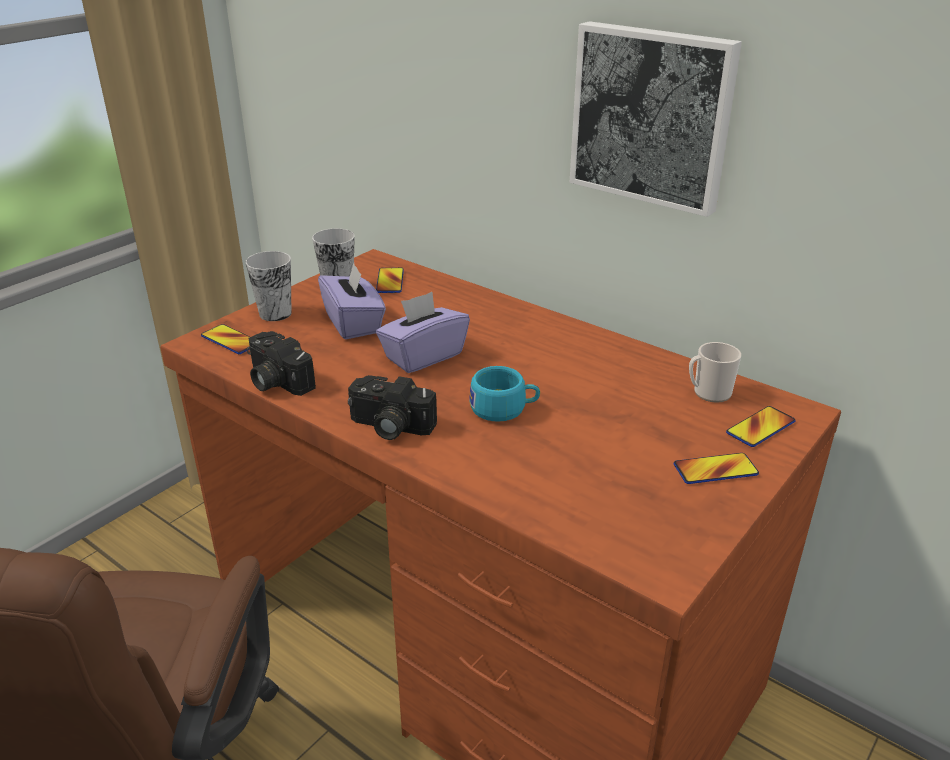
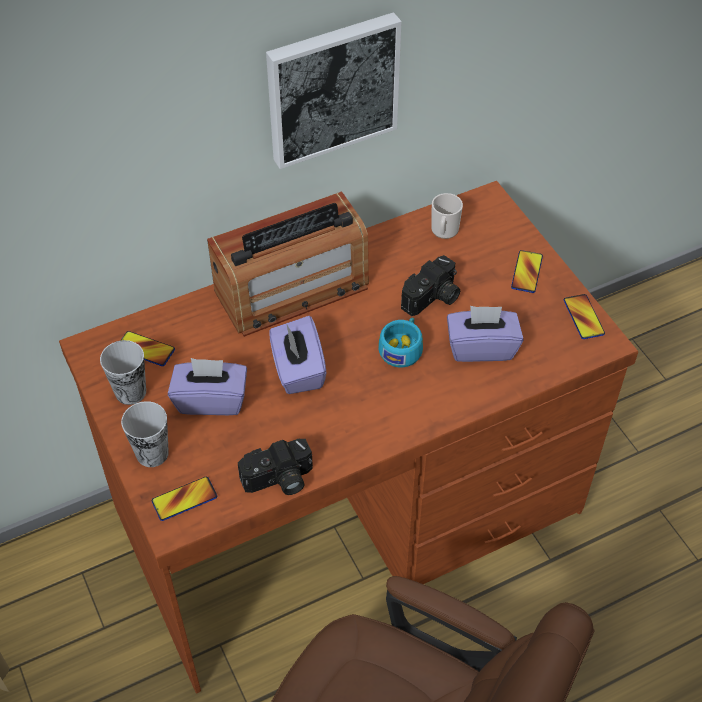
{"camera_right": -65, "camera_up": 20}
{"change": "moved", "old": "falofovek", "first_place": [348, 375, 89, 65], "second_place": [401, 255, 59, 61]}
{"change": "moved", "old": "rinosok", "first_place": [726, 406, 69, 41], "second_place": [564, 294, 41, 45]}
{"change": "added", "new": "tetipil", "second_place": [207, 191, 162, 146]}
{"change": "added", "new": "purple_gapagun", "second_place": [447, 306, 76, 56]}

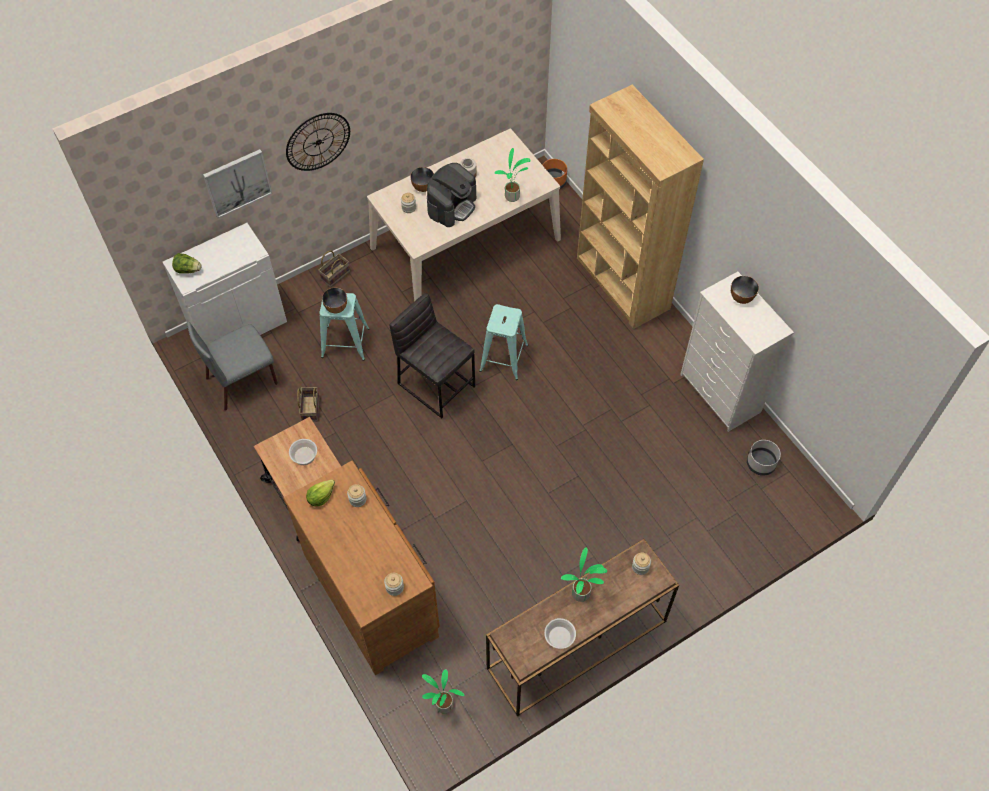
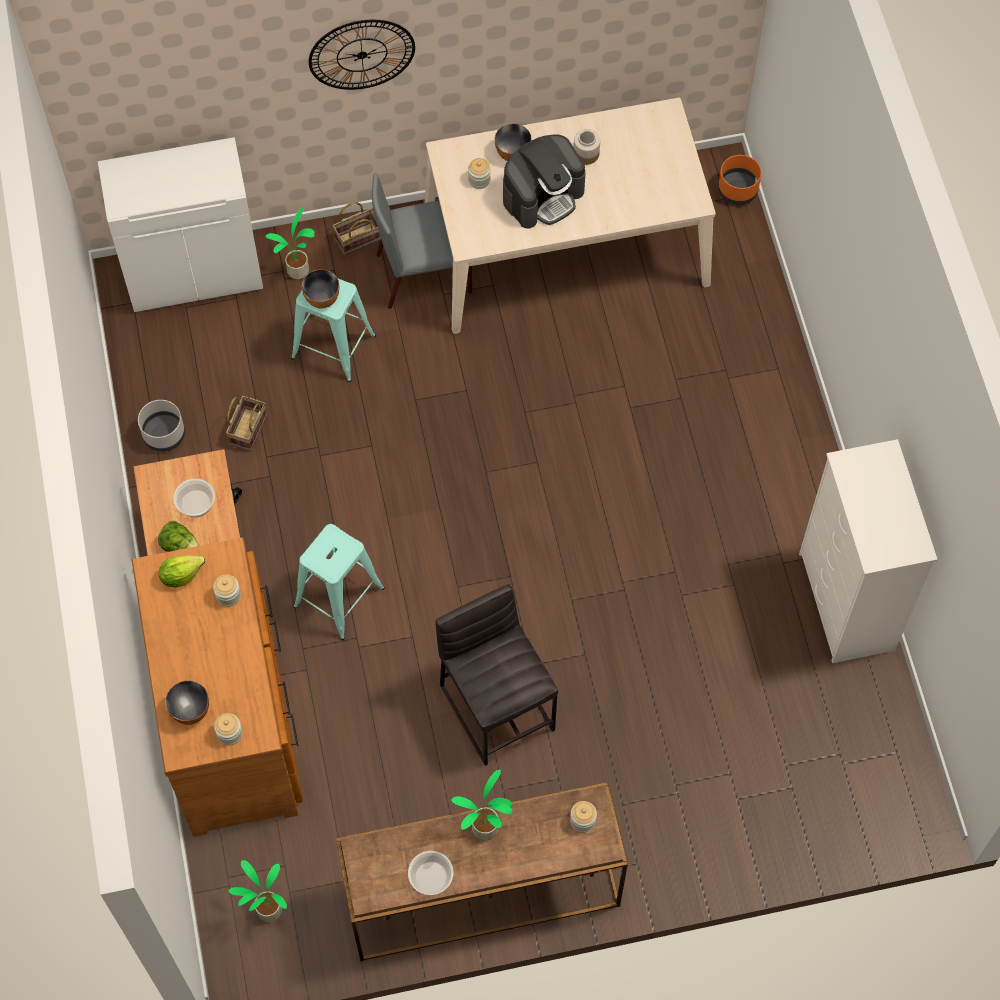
{"camera_right": 20, "camera_up": 5}
{"change": "moved", "old": "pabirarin", "first_place": [172, 253, 29, 21], "second_place": [158, 521, 41, 31]}
{"change": "moved", "old": "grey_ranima", "first_place": [187, 322, 91, 88], "second_place": [372, 173, 100, 136]}
{"change": "removed", "old": "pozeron", "first_place": [203, 149, 69, 69]}
{"change": "moved", "old": "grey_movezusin", "first_place": [389, 293, 86, 125], "second_place": [435, 584, 123, 182]}
{"change": "moved", "old": "turquoise_movezusin", "first_place": [479, 304, 49, 76], "second_place": [293, 524, 91, 116]}
{"change": "moved", "old": "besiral", "first_place": [494, 148, 36, 54], "second_place": [266, 208, 49, 71]}
{"change": "removed", "old": "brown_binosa", "first_place": [577, 85, 127, 244]}
{"change": "moved", "old": "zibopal", "first_place": [731, 276, 28, 28], "second_place": [165, 680, 44, 45]}
{"change": "moved", "old": "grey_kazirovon", "first_place": [747, 440, 34, 36], "second_place": [138, 400, 47, 52]}

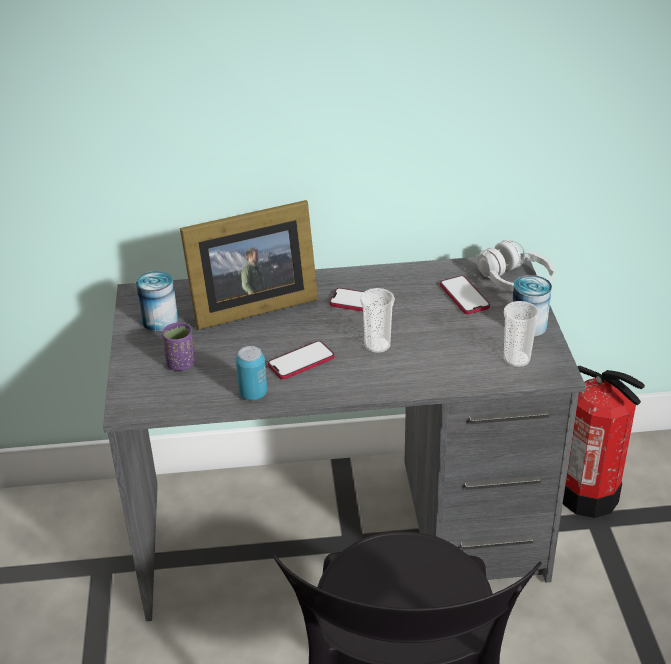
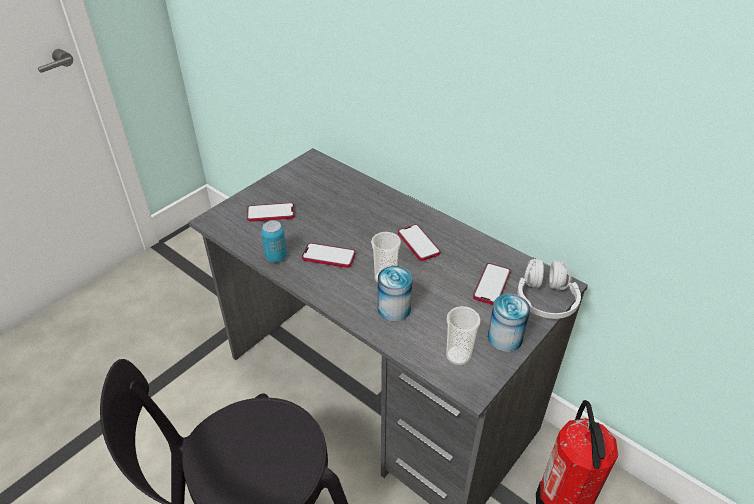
{"camera_right": 45, "camera_up": 5}
{"change": "moved", "old": "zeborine", "first_place": [136, 271, 42, 60], "second_place": [378, 266, 34, 56]}
{"change": "replaced", "old": "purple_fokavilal", "new": "rinosok", "first_place": [162, 322, 33, 49], "second_place": [247, 203, 48, 19]}
{"change": "removed", "old": "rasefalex", "first_place": [180, 200, 138, 130]}

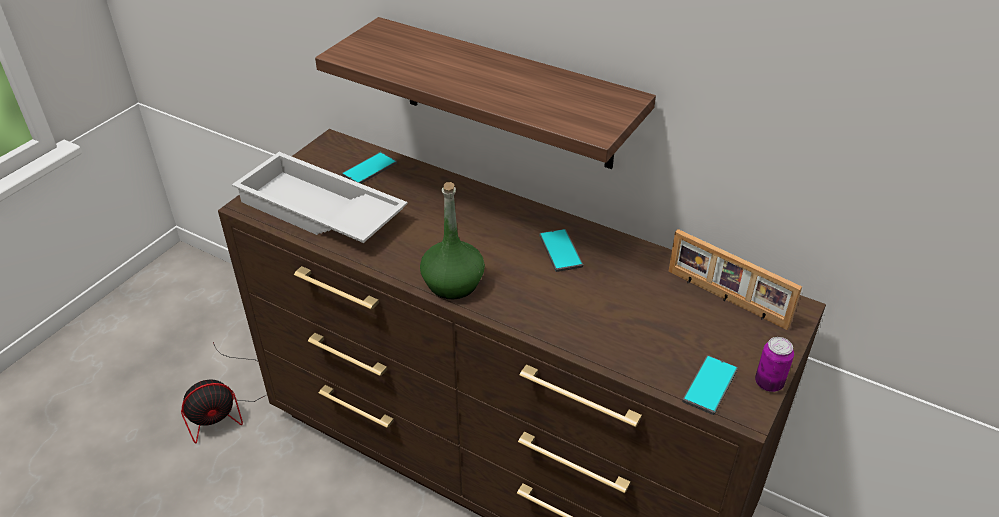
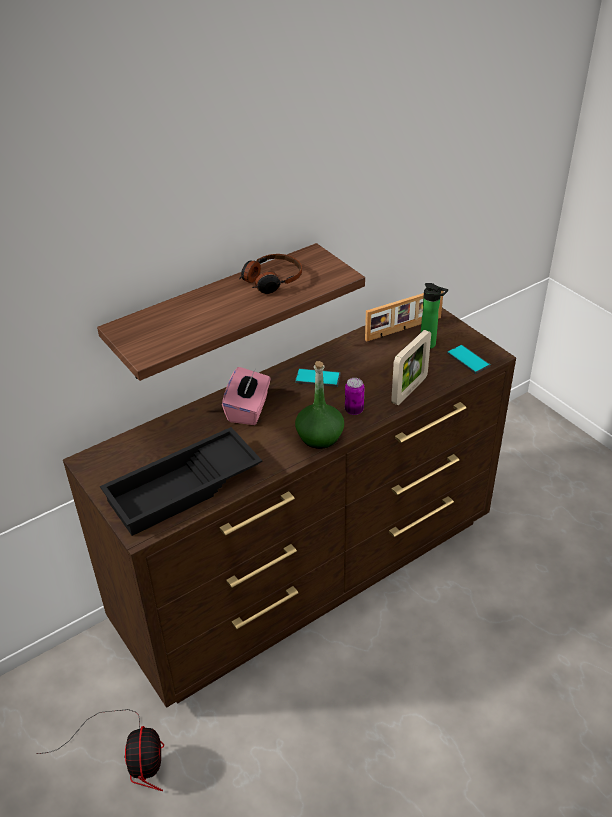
{"camera_right": -65, "camera_up": 0}
{"change": "recoloured", "old": "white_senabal", "new": "black_senabal", "first_place": [232, 152, 176, 91], "second_place": [100, 427, 162, 109]}
{"change": "removed", "old": "rinosok", "first_place": [342, 152, 55, 32]}
{"change": "moved", "old": "zeborine", "first_place": [755, 337, 39, 55], "second_place": [345, 378, 19, 37]}
{"change": "added", "new": "pink_gapagun", "second_place": [222, 367, 49, 58]}
{"change": "added", "new": "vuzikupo", "second_place": [239, 254, 63, 40]}
{"change": "added", "new": "rasefalex", "second_place": [391, 330, 40, 75]}
{"change": "added", "new": "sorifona", "second_place": [421, 283, 27, 66]}

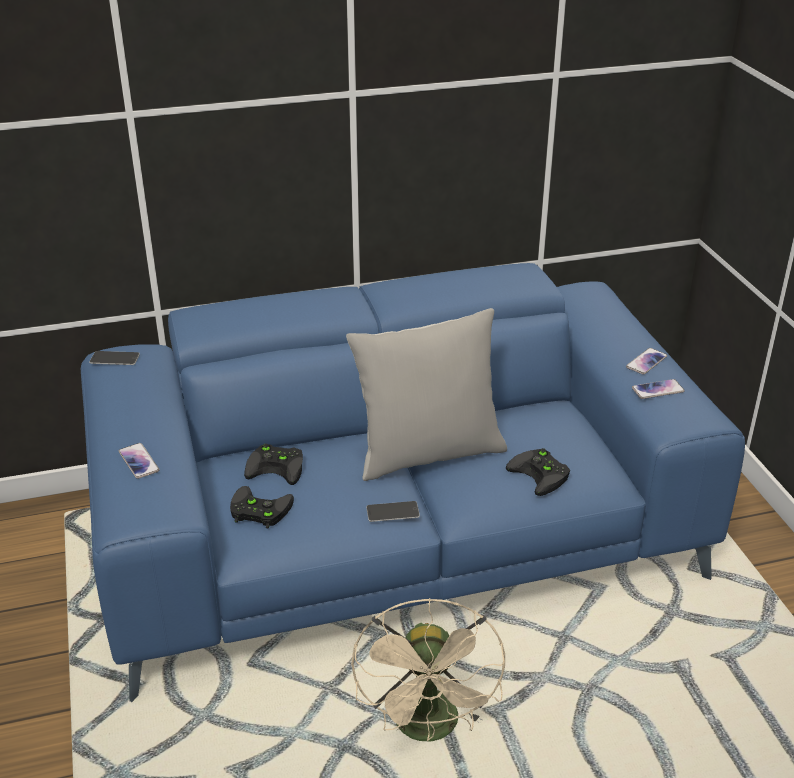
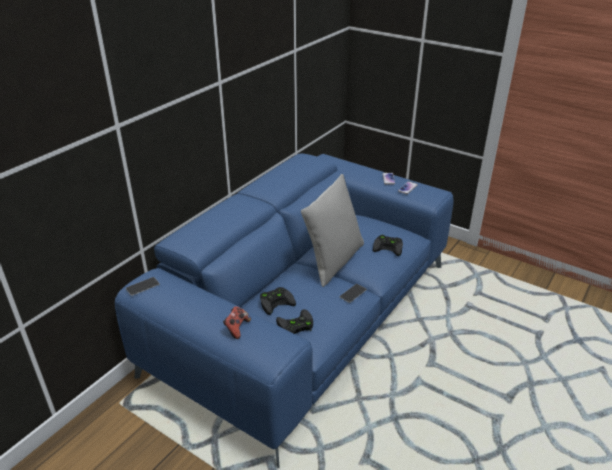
{"camera_right": -40, "camera_up": 0}
{"change": "replaced", "old": "rinosok", "new": "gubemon", "first_place": [119, 443, 41, 36], "second_place": [223, 306, 28, 33]}
{"change": "removed", "old": "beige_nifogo", "first_place": [351, 598, 154, 144]}

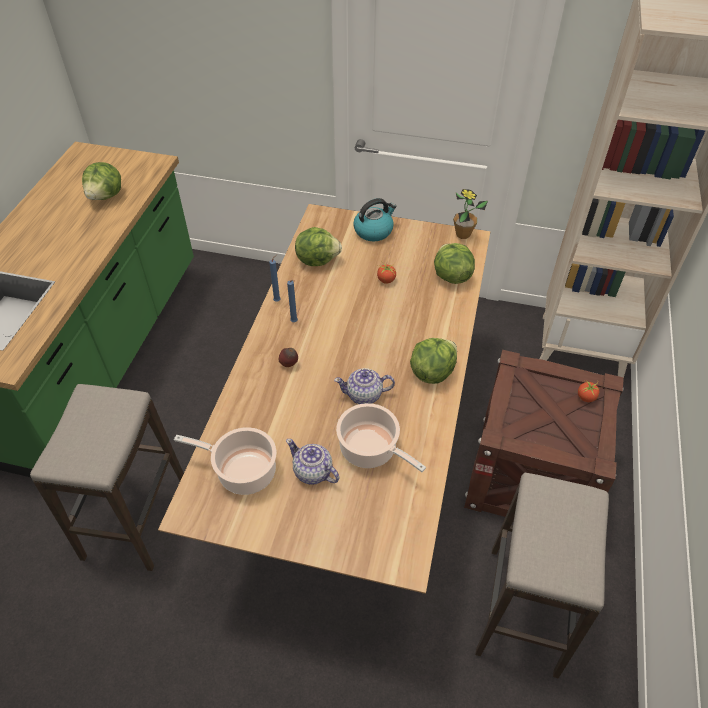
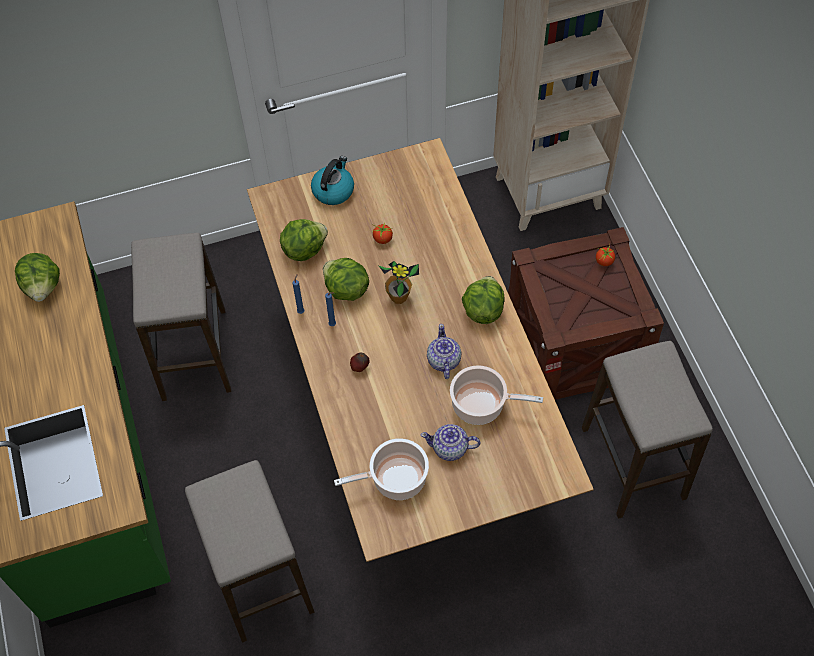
{"camera_right": -30, "camera_up": 10}
{"change": "turned", "old": "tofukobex", "first_place": [334, 368, 61, 36], "second_place": [427, 324, 34, 55], "degrees": 120}
{"change": "moved", "old": "pabirarin", "first_place": [434, 243, 41, 41], "second_place": [323, 258, 46, 43]}
{"change": "moved", "old": "besiral", "first_place": [453, 189, 35, 50], "second_place": [379, 261, 40, 43]}
{"change": "added", "new": "movezusin", "second_place": [131, 233, 100, 168]}

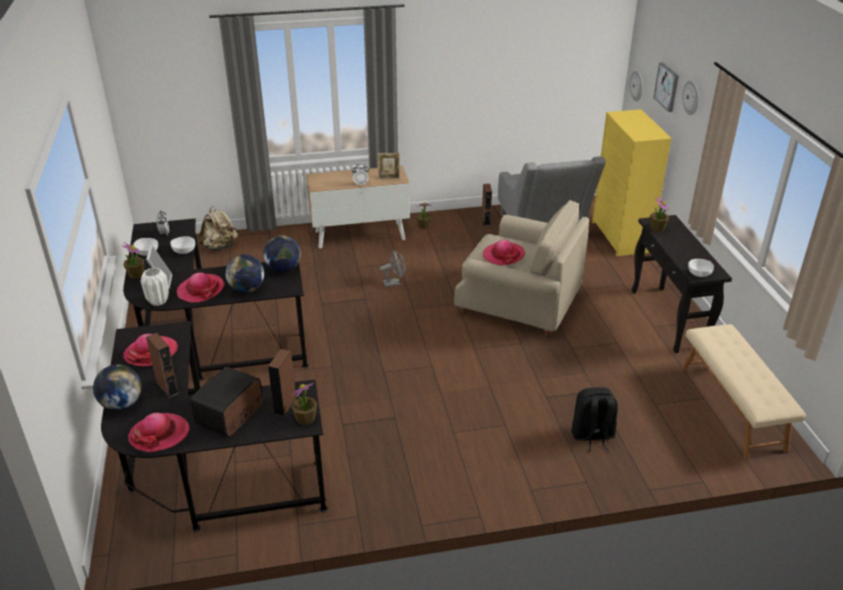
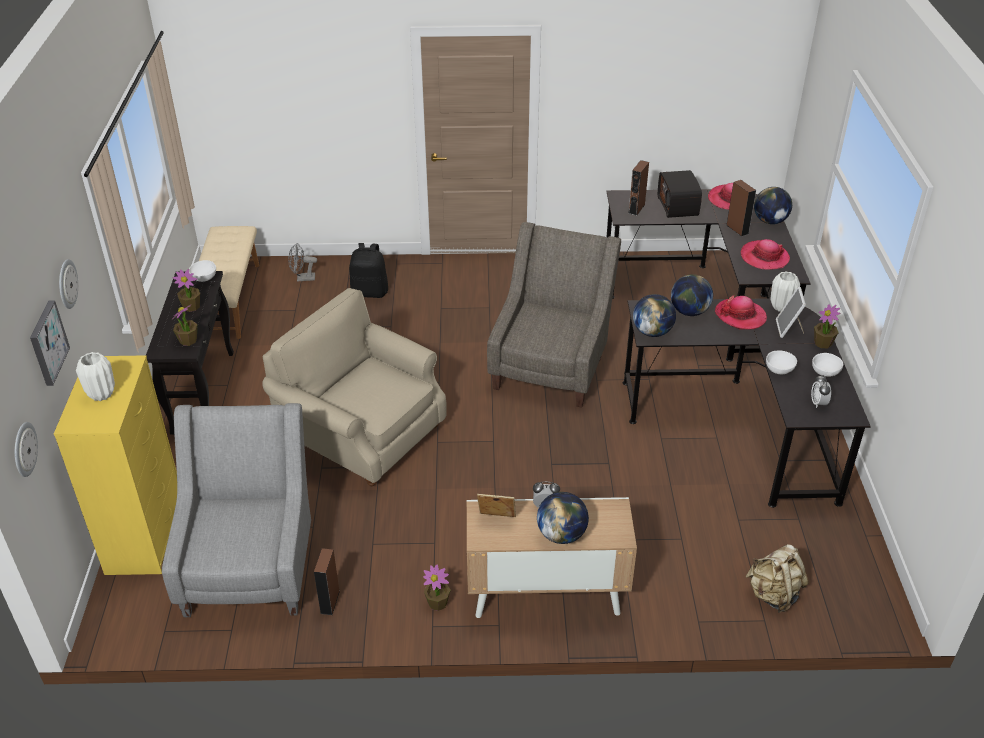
{"camera_right": -170, "camera_up": 5}
{"change": "turned", "old": "tetipil", "first_place": [191, 367, 71, 70], "second_place": [658, 170, 44, 48], "degrees": 135}
{"change": "moved", "old": "besiral", "first_place": [291, 382, 26, 43], "second_place": [173, 269, 27, 43]}
{"change": "moved", "old": "grey_nifogo", "first_place": [380, 251, 26, 36], "second_place": [288, 243, 29, 39]}
{"change": "removed", "old": "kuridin", "first_place": [483, 240, 42, 25]}
{"change": "added", "new": "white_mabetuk", "second_place": [76, 352, 39, 49]}
{"change": "added", "new": "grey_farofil", "second_place": [487, 222, 134, 186]}
{"change": "added", "new": "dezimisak", "second_place": [537, 492, 52, 52]}

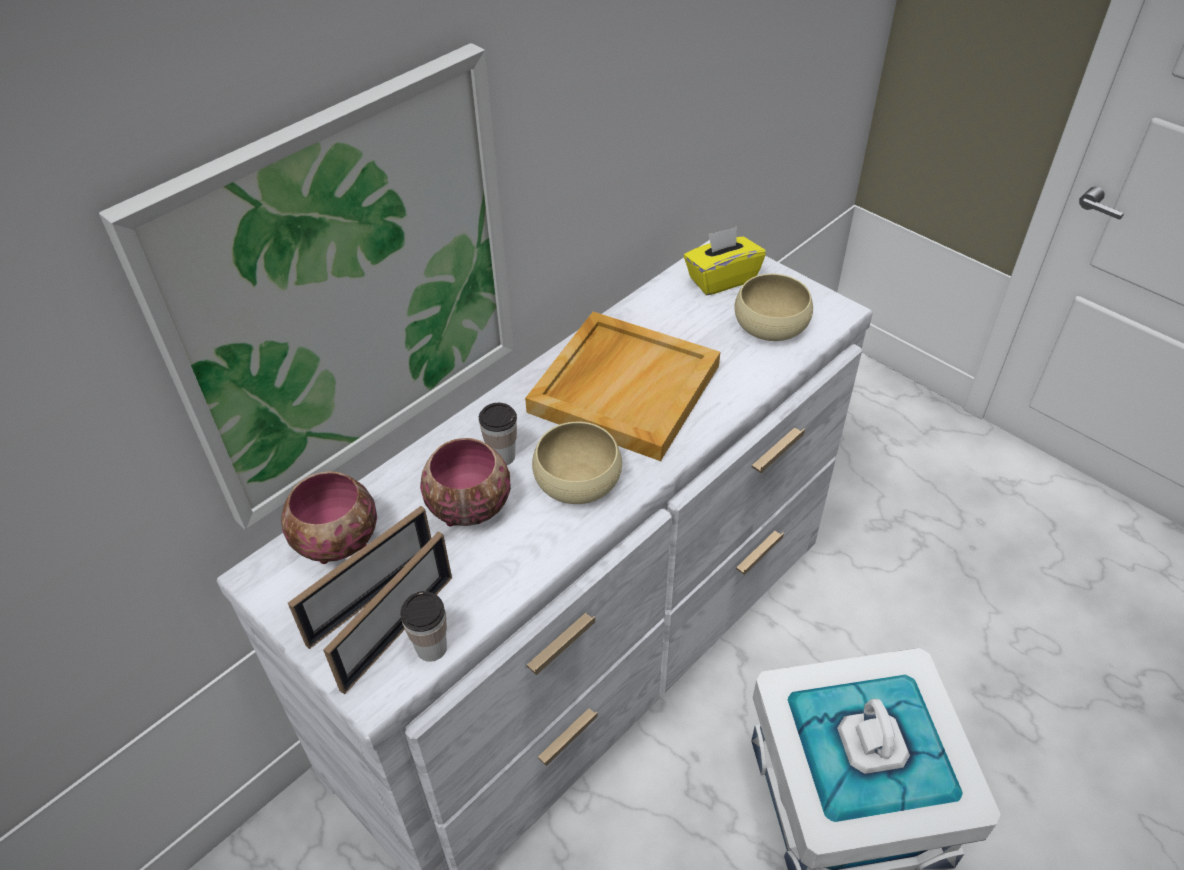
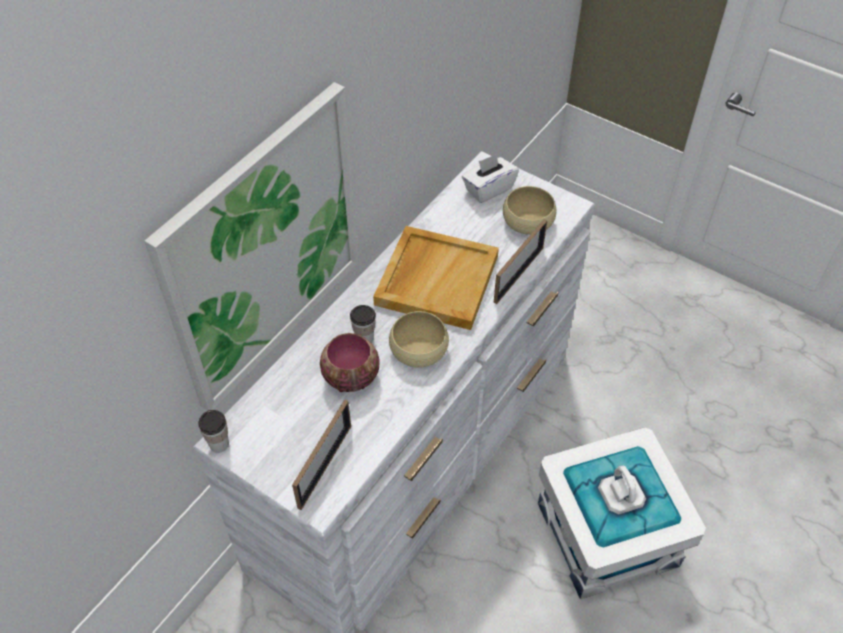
{"camera_right": -10, "camera_up": 5}
{"change": "removed", "old": "zibopal", "first_place": [281, 471, 96, 93]}
{"change": "moved", "old": "rasefalex", "first_place": [288, 506, 143, 143], "second_place": [493, 219, 54, 85]}
{"change": "moved", "old": "fokavilal", "first_place": [401, 591, 46, 71], "second_place": [198, 410, 31, 43]}
{"change": "recoloured", "old": "yellow_gapagun", "new": "white_gapagun", "first_place": [684, 226, 82, 69], "second_place": [462, 154, 57, 49]}

